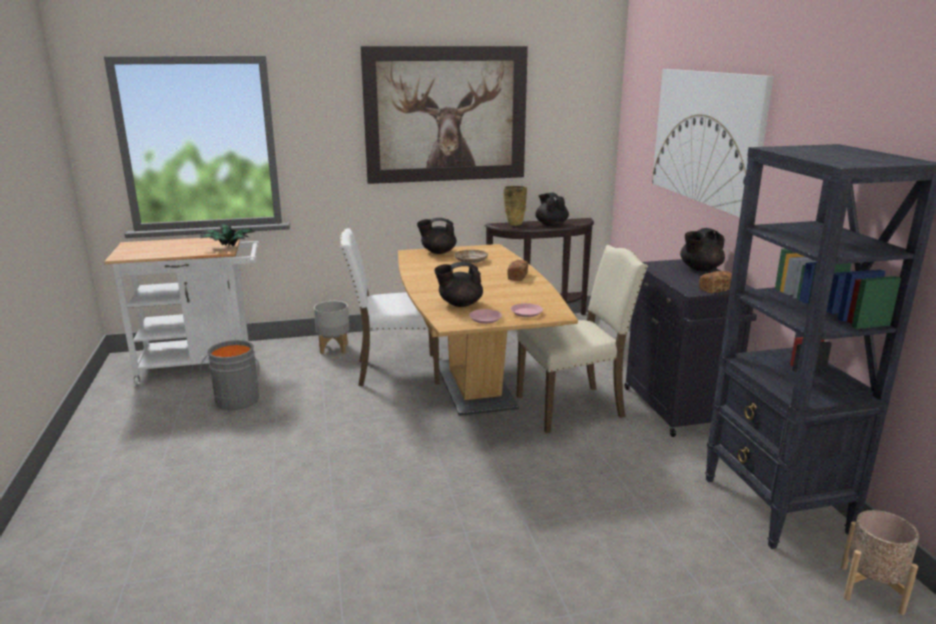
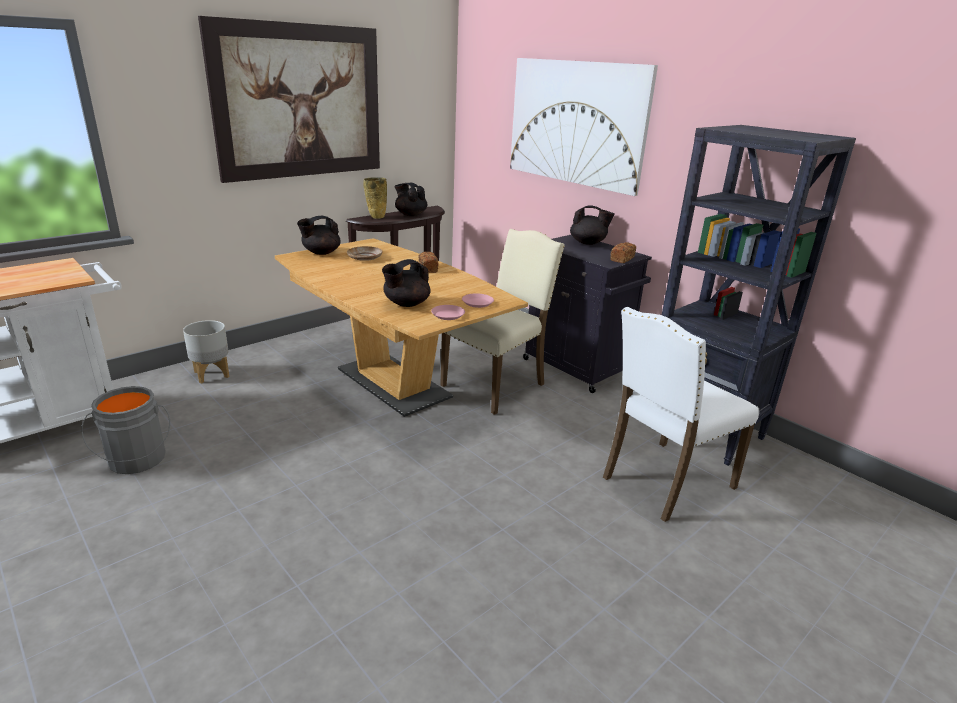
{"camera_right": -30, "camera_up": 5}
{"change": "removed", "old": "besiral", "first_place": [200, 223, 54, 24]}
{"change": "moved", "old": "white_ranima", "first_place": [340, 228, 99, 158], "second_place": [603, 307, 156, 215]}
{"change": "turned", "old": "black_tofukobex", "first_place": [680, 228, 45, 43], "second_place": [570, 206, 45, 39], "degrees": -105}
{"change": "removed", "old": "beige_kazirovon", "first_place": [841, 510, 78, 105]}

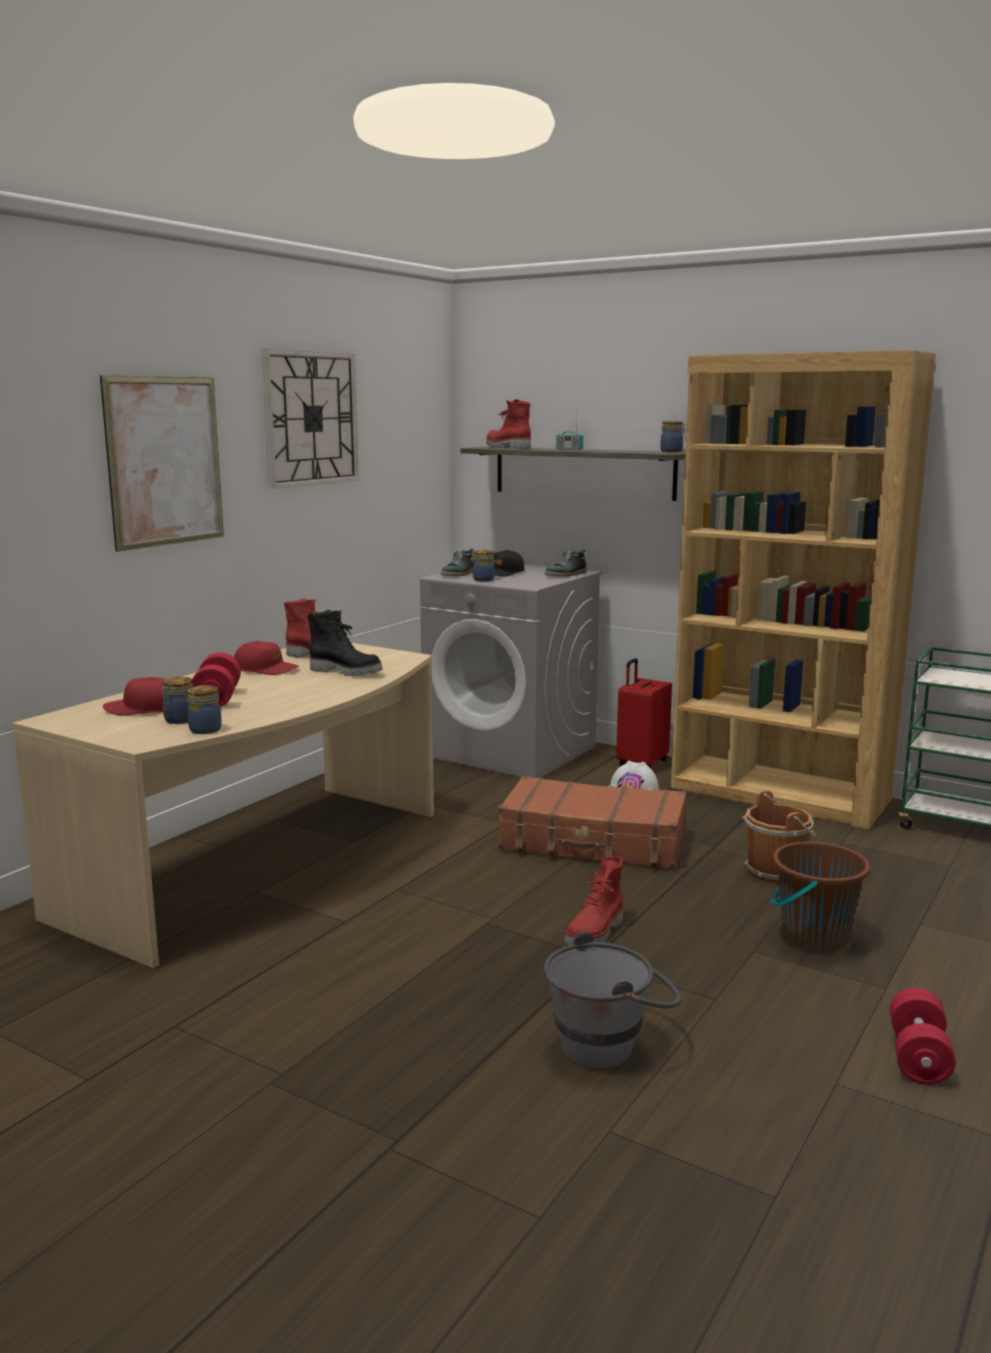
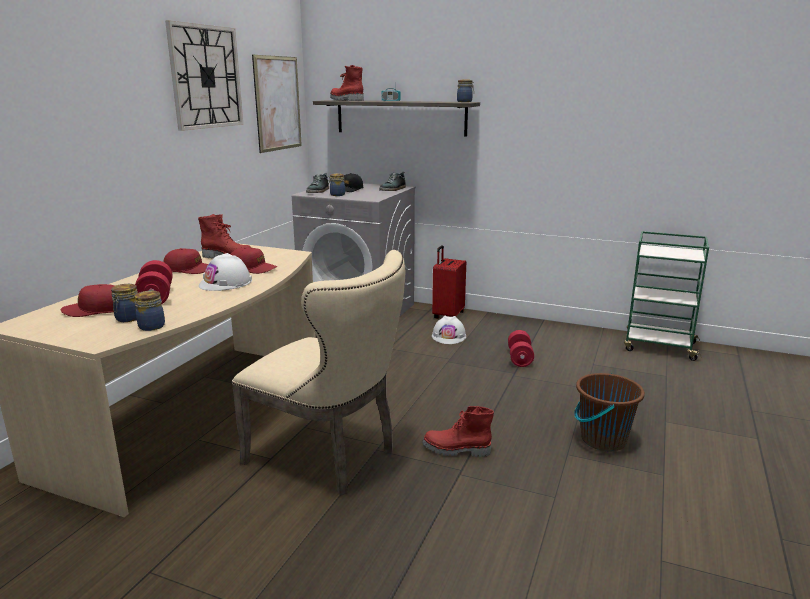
{"camera_right": -10, "camera_up": 5}
{"change": "moved", "old": "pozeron", "first_place": [100, 375, 124, 177], "second_place": [252, 55, 50, 98]}
{"change": "replaced", "old": "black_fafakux", "new": "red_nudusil", "first_place": [308, 610, 75, 66], "second_place": [231, 247, 46, 27]}
{"change": "removed", "old": "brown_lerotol", "first_place": [498, 776, 188, 93]}
{"change": "removed", "old": "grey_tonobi", "first_place": [544, 932, 137, 137]}
{"change": "turned", "old": "red_fafakux", "first_place": [564, 856, 59, 89], "second_place": [422, 406, 72, 51], "degrees": 75}
{"change": "removed", "old": "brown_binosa", "first_place": [671, 350, 265, 479]}
{"change": "removed", "old": "brown_tonobi", "first_place": [743, 790, 75, 93]}
{"change": "moved", "old": "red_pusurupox", "first_place": [890, 988, 66, 97], "second_place": [508, 330, 26, 37]}
{"change": "added", "new": "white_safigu", "second_place": [199, 253, 53, 38]}
{"change": "added", "new": "beige_ranima", "second_place": [232, 250, 173, 246]}

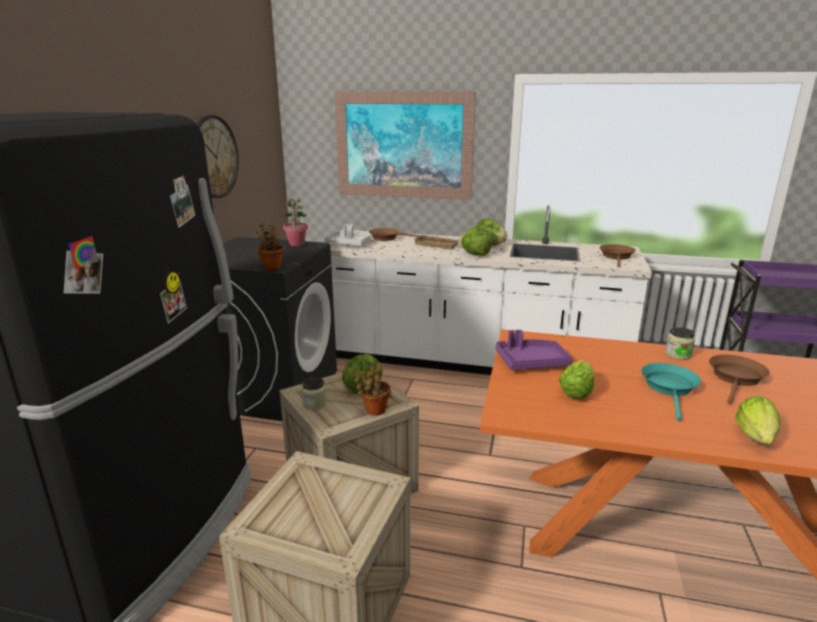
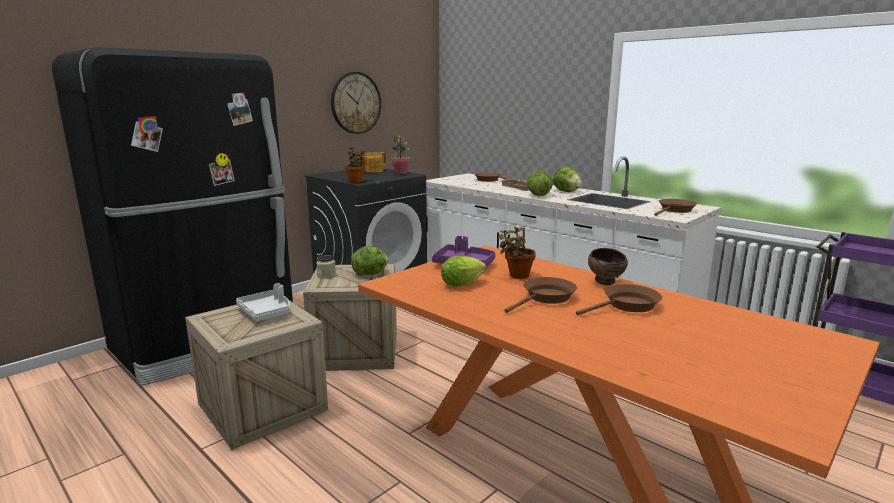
{"camera_right": 30, "camera_up": -5}
{"change": "moved", "old": "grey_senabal", "first_place": [325, 224, 47, 22], "second_place": [236, 283, 54, 38]}
{"change": "removed", "old": "pozeron", "first_place": [334, 91, 142, 109]}
{"change": "moved", "old": "besiral", "first_place": [353, 363, 38, 53], "second_place": [498, 226, 38, 53]}
{"change": "recoloured", "old": "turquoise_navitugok", "new": "brown_navitugok", "first_place": [641, 363, 60, 57], "second_place": [504, 277, 73, 36]}
{"change": "replaced", "old": "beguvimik", "new": "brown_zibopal", "first_place": [665, 327, 30, 33], "second_place": [588, 248, 40, 37]}
{"change": "removed", "old": "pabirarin", "first_place": [736, 396, 44, 48]}
{"change": "added", "new": "tofukobex", "second_place": [358, 152, 28, 21]}

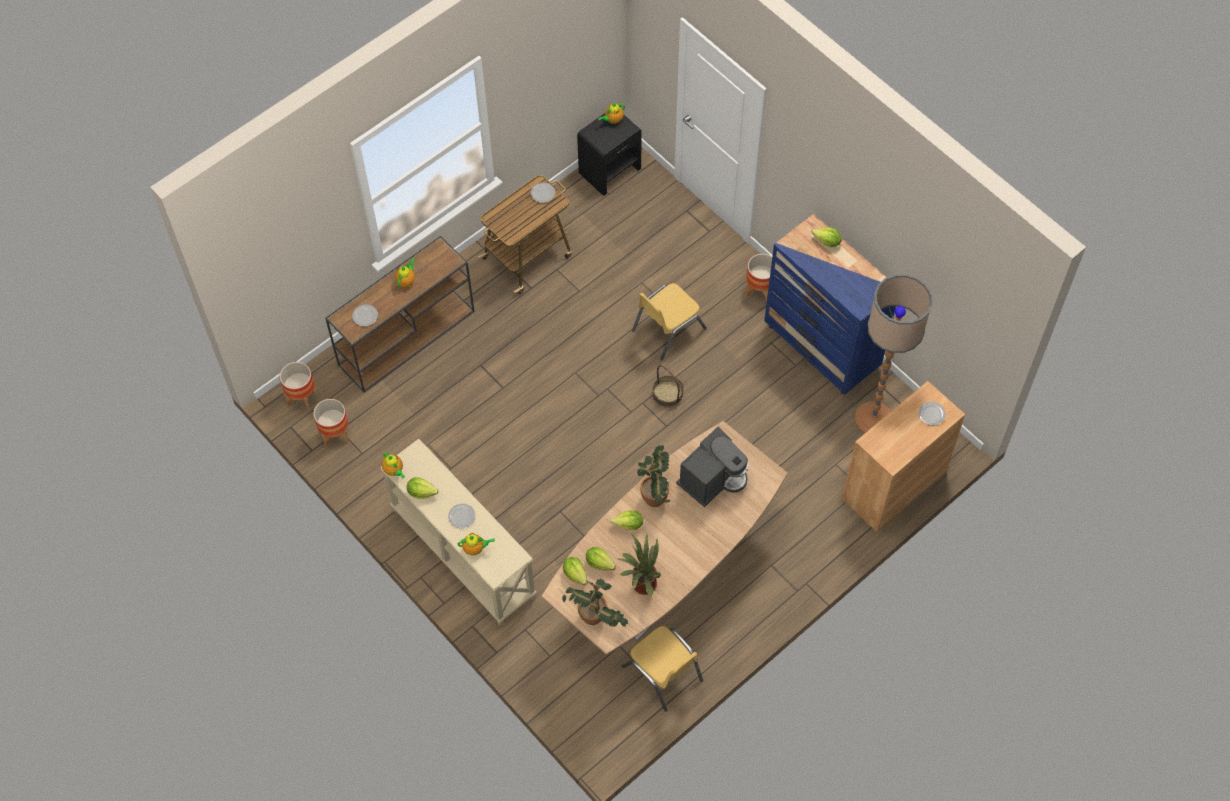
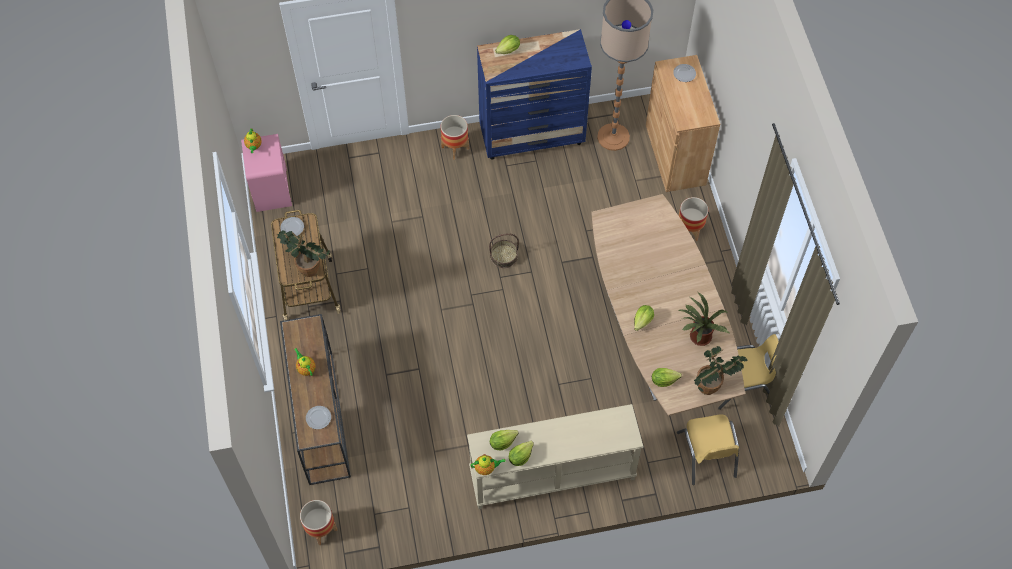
{"camera_right": -60, "camera_up": 0}
{"change": "moved", "old": "kazirovon", "first_place": [313, 399, 36, 48], "second_place": [679, 197, 29, 44]}
{"change": "removed", "old": "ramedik", "first_place": [448, 504, 28, 24]}
{"change": "removed", "old": "tofukobex", "first_place": [458, 533, 37, 22]}
{"change": "recoloured", "old": "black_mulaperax", "new": "pink_mulaperax", "first_place": [577, 113, 65, 83], "second_place": [241, 134, 51, 78]}
{"change": "moved", "old": "pabirarin", "first_place": [586, 547, 30, 24], "second_place": [490, 430, 29, 21]}
{"change": "moved", "old": "yellow_ranima", "first_place": [632, 283, 75, 77], "second_place": [677, 415, 62, 70]}
{"change": "moved", "old": "besiral", "first_place": [637, 445, 34, 62], "second_place": [277, 230, 53, 47]}
{"change": "removed", "old": "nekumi", "first_place": [676, 427, 73, 80]}

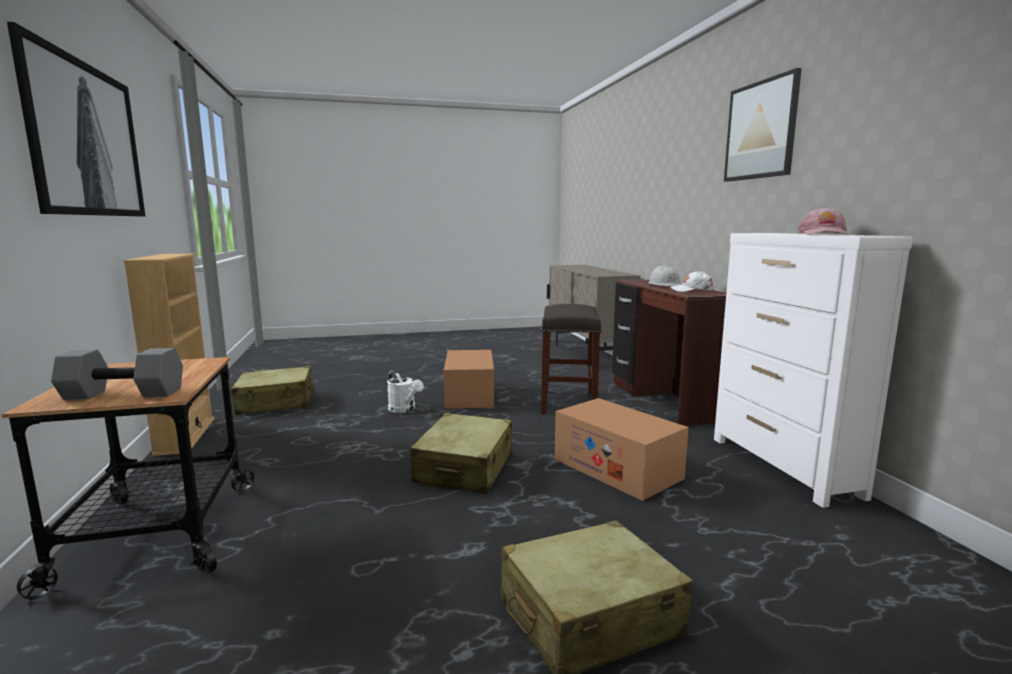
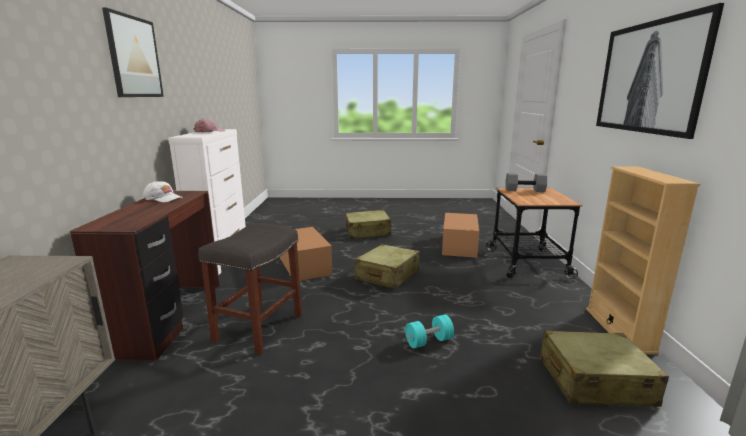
{"camera_right": -165, "camera_up": 5}
{"change": "replaced", "old": "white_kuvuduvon", "new": "turquoise_pusurupox", "first_place": [387, 370, 37, 43], "second_place": [405, 315, 49, 33]}
{"change": "moved", "old": "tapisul", "first_place": [444, 350, 50, 59], "second_place": [442, 213, 37, 45]}
{"change": "removed", "old": "white_safigu", "first_place": [648, 265, 34, 22]}

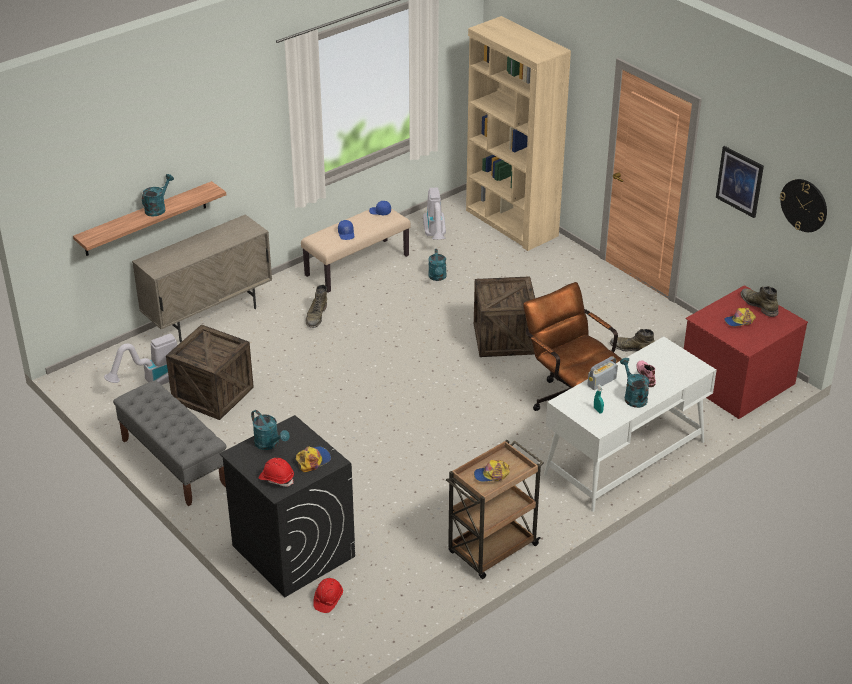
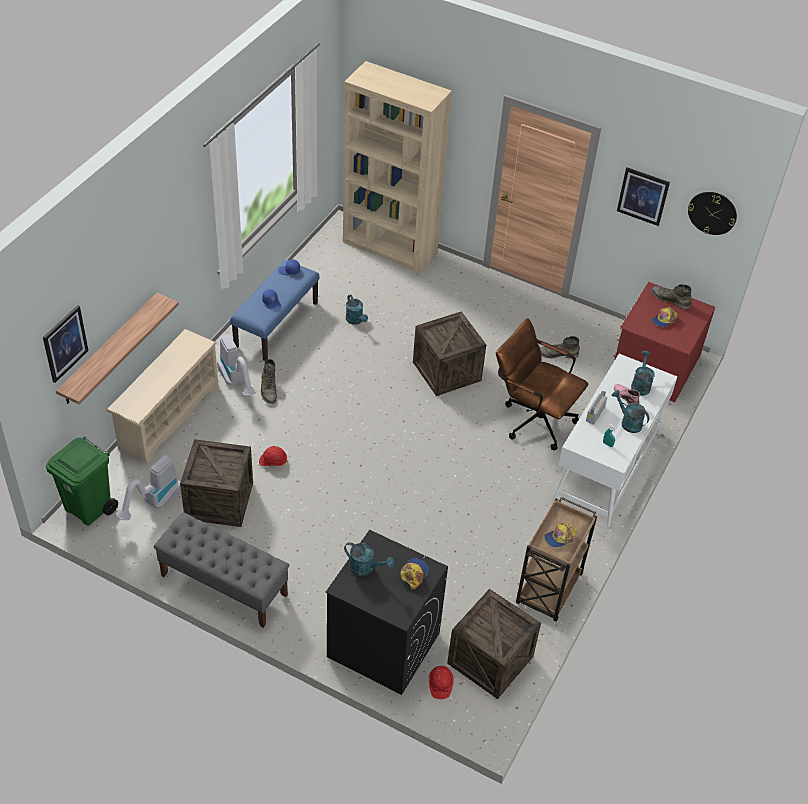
{"camera_right": -25, "camera_up": 10}
{"change": "replaced", "old": "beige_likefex", "new": "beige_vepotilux", "first_place": [132, 214, 140, 129], "second_place": [107, 329, 111, 136]}
{"change": "moved", "old": "turquoise_kuvuduvon", "first_place": [142, 174, 32, 43], "second_place": [631, 351, 24, 45]}
{"change": "moved", "old": "red_safigu", "first_place": [259, 458, 35, 29], "second_place": [259, 446, 29, 21]}
{"change": "recoloured", "old": "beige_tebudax", "new": "blue_tebudax", "first_place": [301, 208, 110, 84], "second_place": [230, 260, 90, 101]}
{"change": "moved", "old": "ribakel", "first_place": [423, 188, 23, 52], "second_place": [217, 335, 40, 61]}
{"change": "added", "new": "pozeron", "second_place": [43, 305, 46, 78]}
{"change": "added", "new": "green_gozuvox", "second_place": [46, 436, 72, 89]}
{"change": "added", "new": "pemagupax", "second_place": [447, 589, 94, 110]}

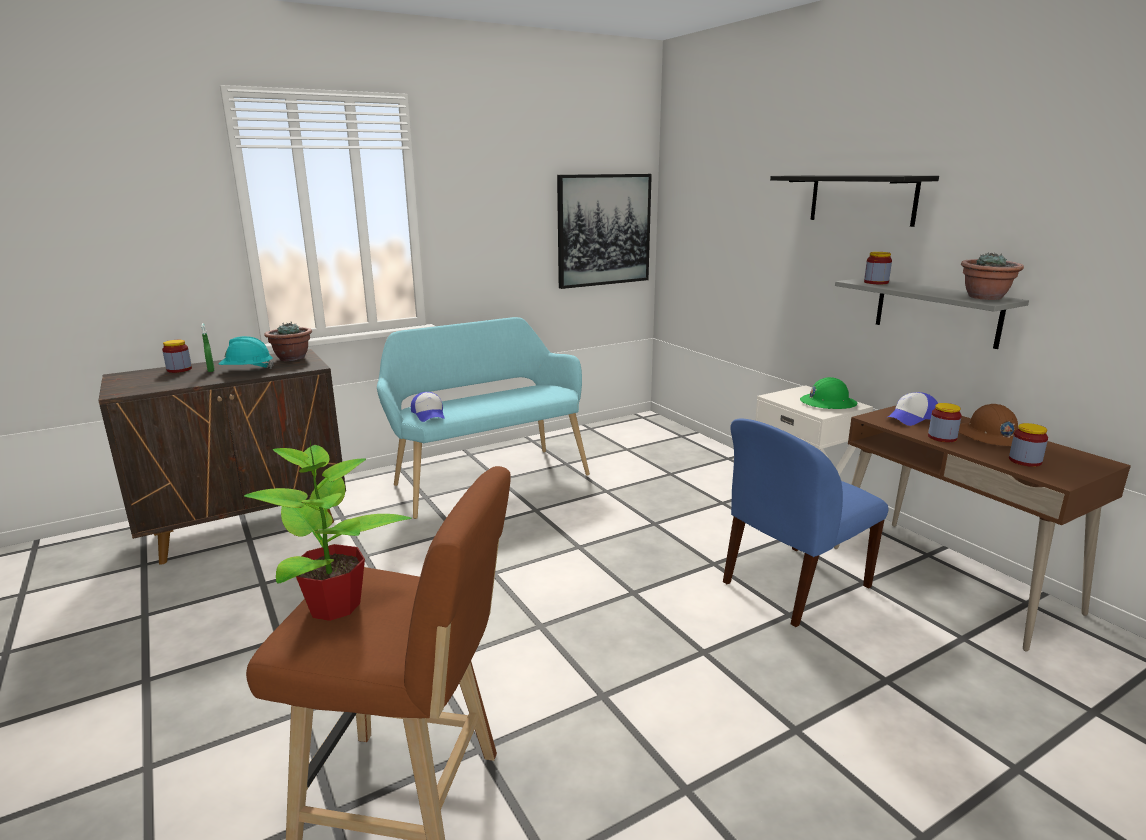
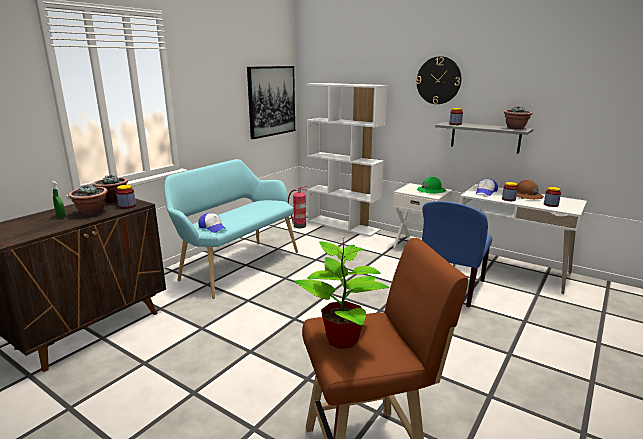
{"camera_right": -25, "camera_up": 0}
{"change": "moved", "old": "beguvimik", "first_place": [162, 340, 30, 33], "second_place": [116, 185, 20, 24]}
{"change": "replaced", "old": "turquoise_safigu", "new": "besiral", "first_place": [219, 336, 55, 33], "second_place": [68, 185, 40, 31]}
{"change": "replaced", "old": "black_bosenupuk", "new": "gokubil", "first_place": [770, 175, 169, 52], "second_place": [416, 56, 45, 48]}
{"change": "recoloured", "old": "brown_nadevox", "new": "white_nadevox", "first_place": [834, 405, 297, 246], "second_place": [453, 184, 134, 110]}
{"change": "added", "new": "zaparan", "second_place": [288, 186, 20, 42]}
{"change": "added", "new": "white_binosa", "second_place": [306, 83, 82, 154]}

